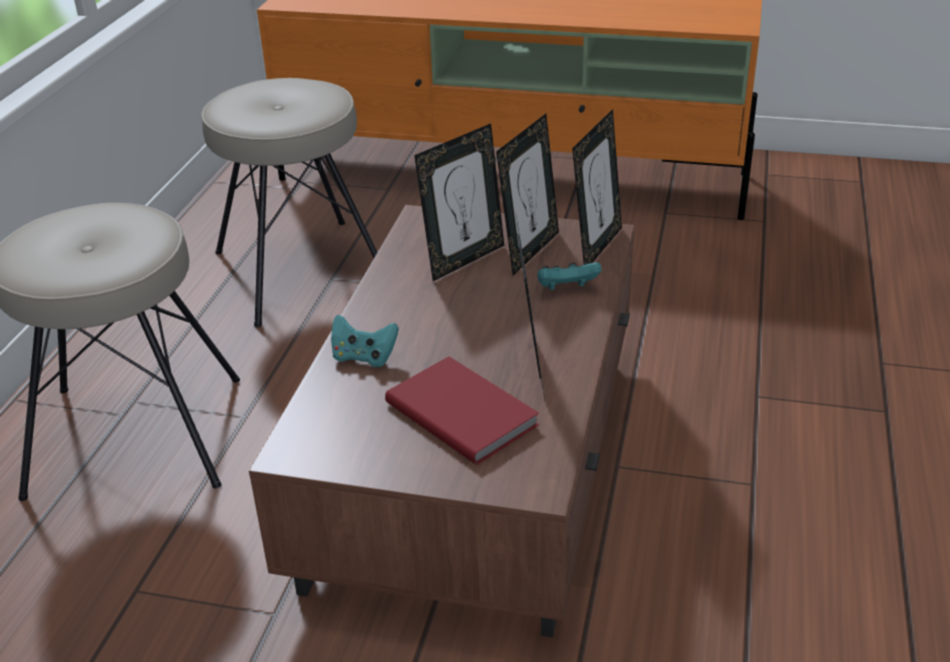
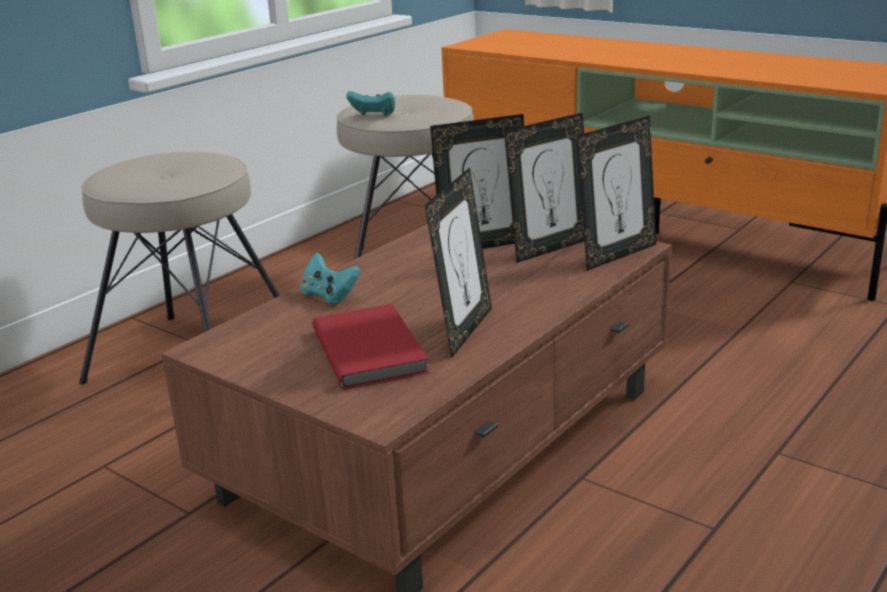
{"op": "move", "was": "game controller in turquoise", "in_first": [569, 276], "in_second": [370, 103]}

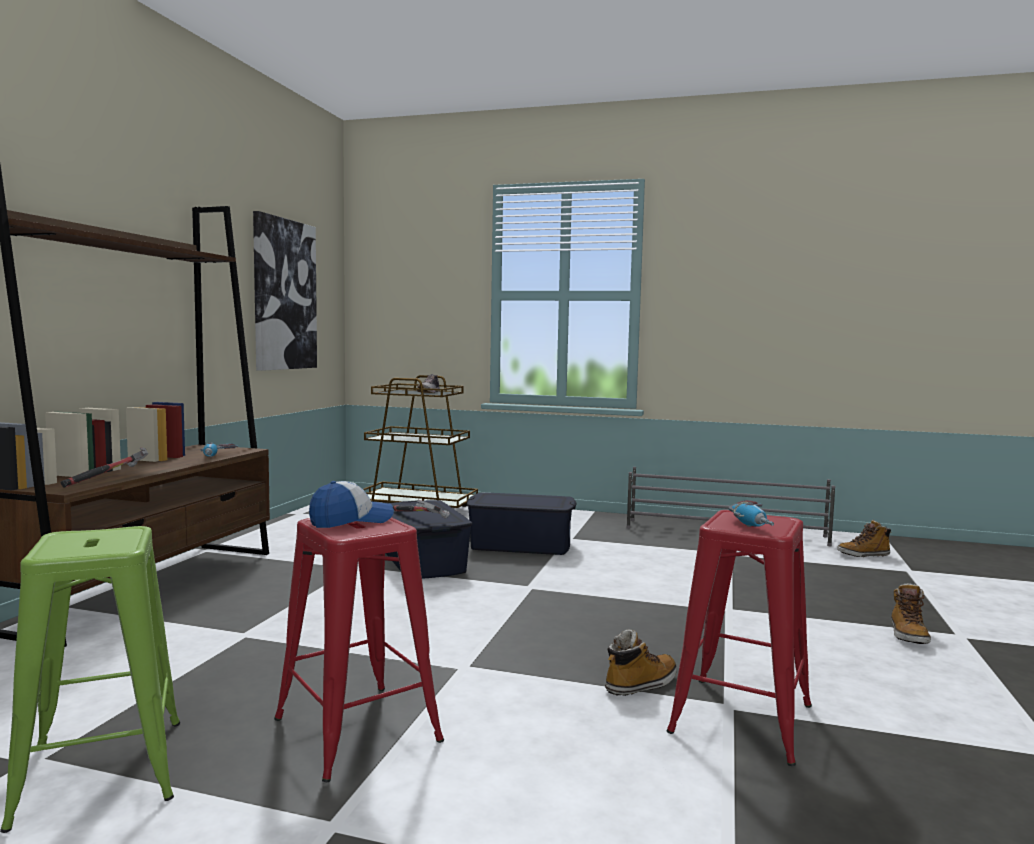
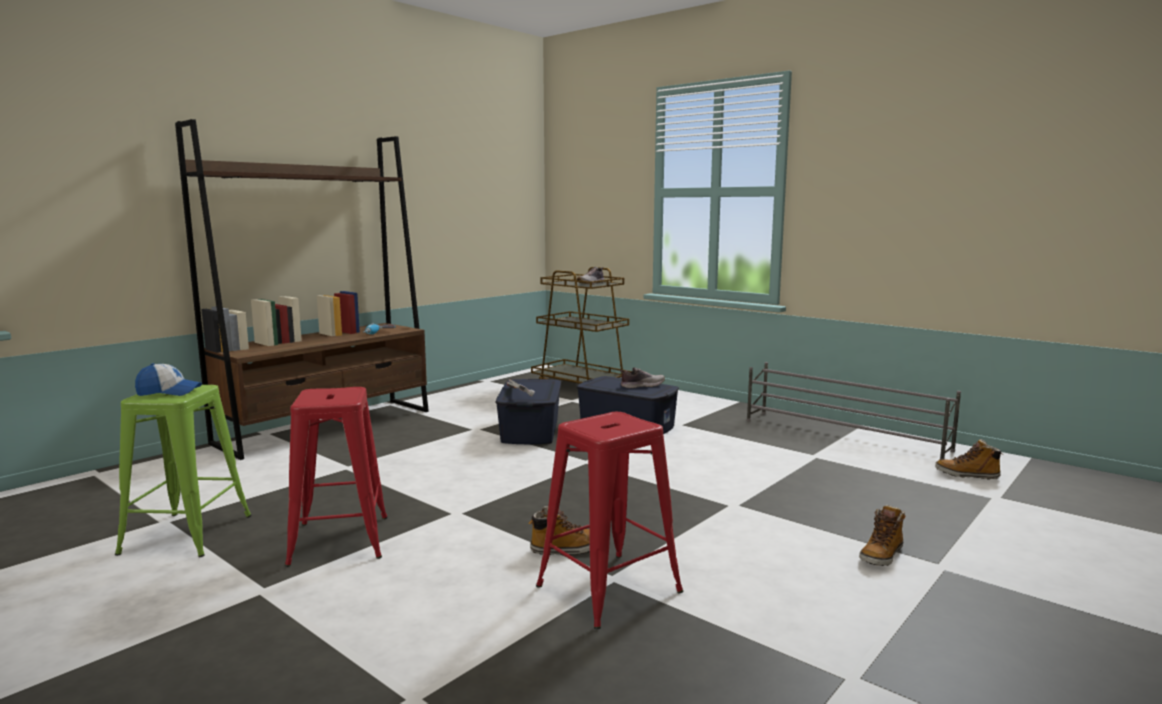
{"op": "delete", "was": "hammer", "in_first": [104, 467]}
{"op": "delete", "was": "picture", "in_first": [285, 291]}
{"op": "delete", "was": "power drill", "in_first": [751, 513]}
{"op": "insert", "now": "shoe", "in_second": [642, 377]}
{"op": "move", "was": "cap", "in_first": [351, 504], "in_second": [168, 379]}

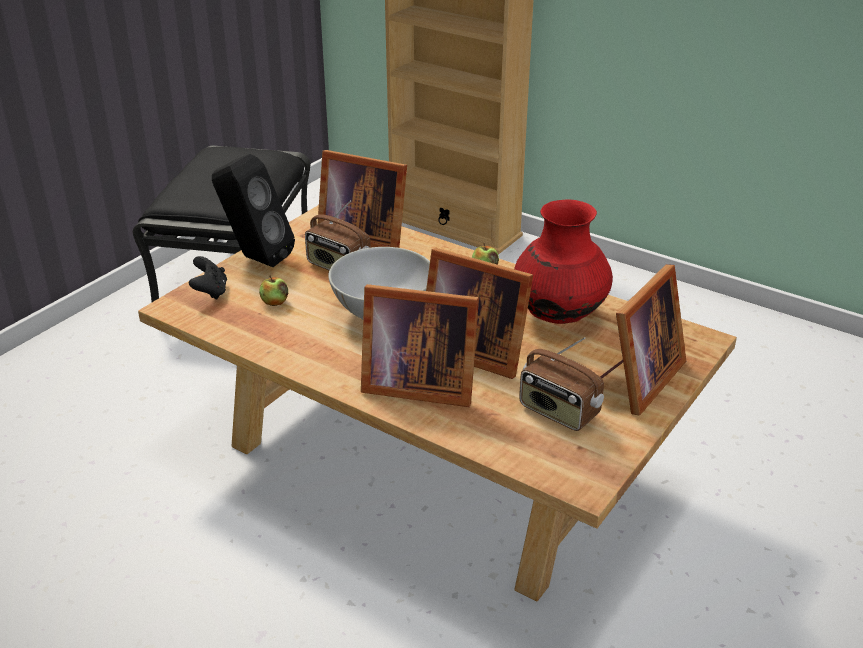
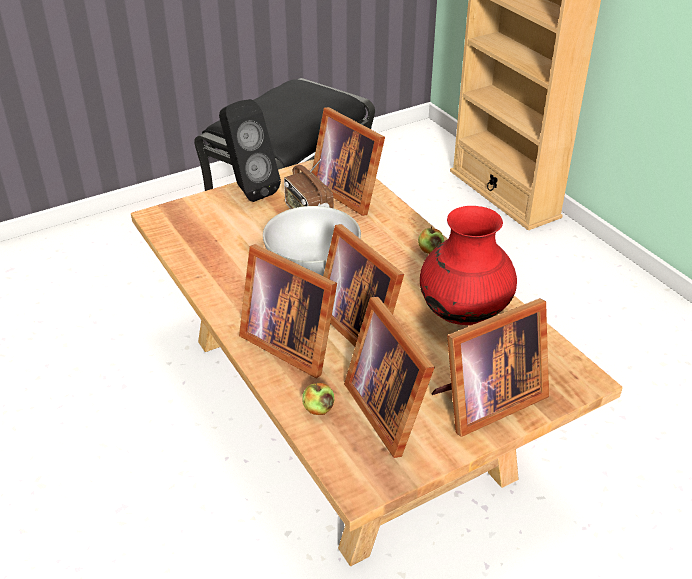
{"op": "delete", "was": "game controller in black", "in_first": [208, 278]}
{"op": "move", "was": "apple", "in_first": [273, 290], "in_second": [318, 399]}
{"op": "replace", "was": "radio", "now": "picture frame", "in_first": [561, 384], "in_second": [389, 377]}

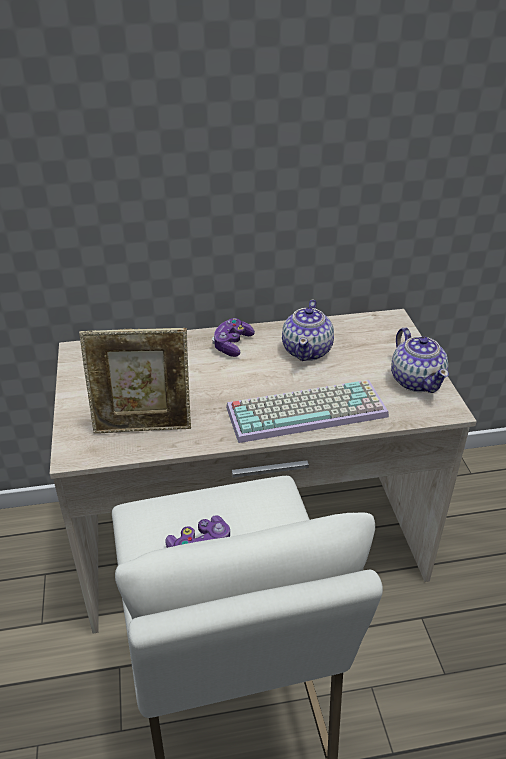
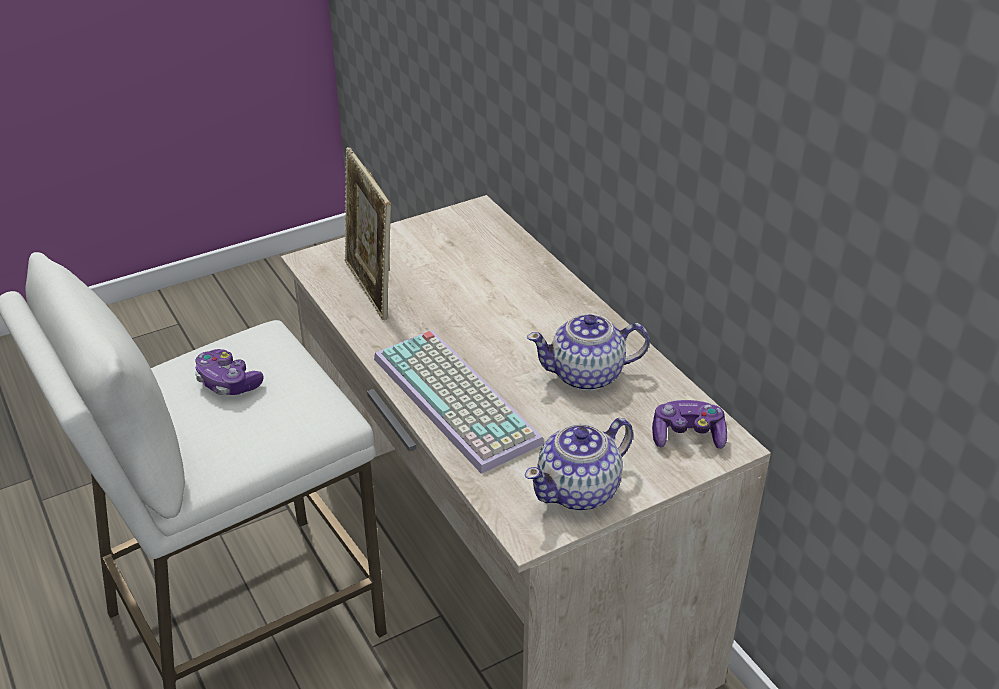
{"op": "move", "was": "game controller", "in_first": [233, 337], "in_second": [689, 424]}

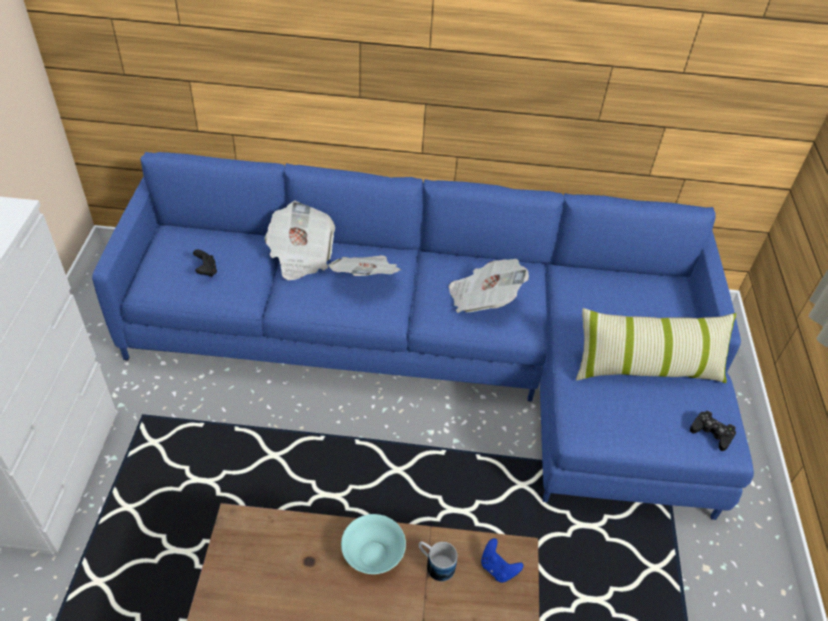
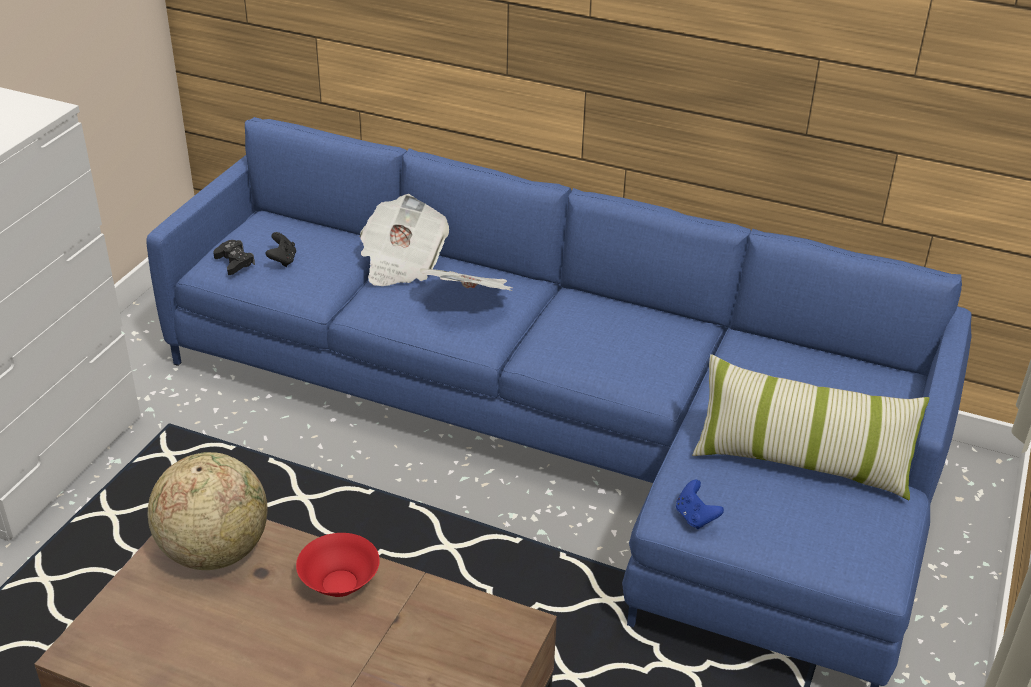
{"op": "delete", "was": "mug", "in_first": [438, 561]}
{"op": "delete", "was": "newspaper", "in_first": [489, 286]}
{"op": "insert", "now": "globe", "in_second": [208, 511]}
{"op": "move", "was": "game controller in blue", "in_first": [502, 560], "in_second": [700, 504]}
{"op": "move", "was": "game controller in black", "in_first": [713, 431], "in_second": [234, 257]}
{"op": "recolor", "was": "bowl in turquoise", "now": "bowl in red", "in_first": [373, 544], "in_second": [338, 565]}

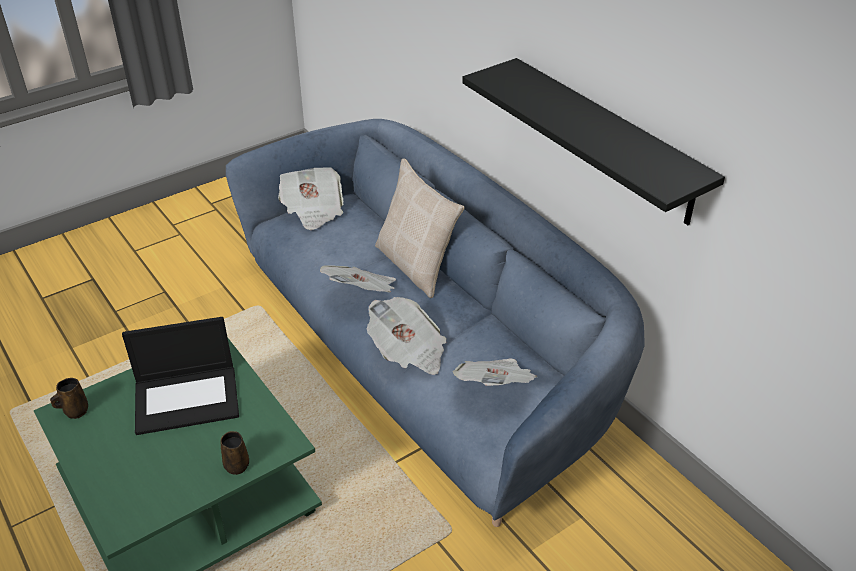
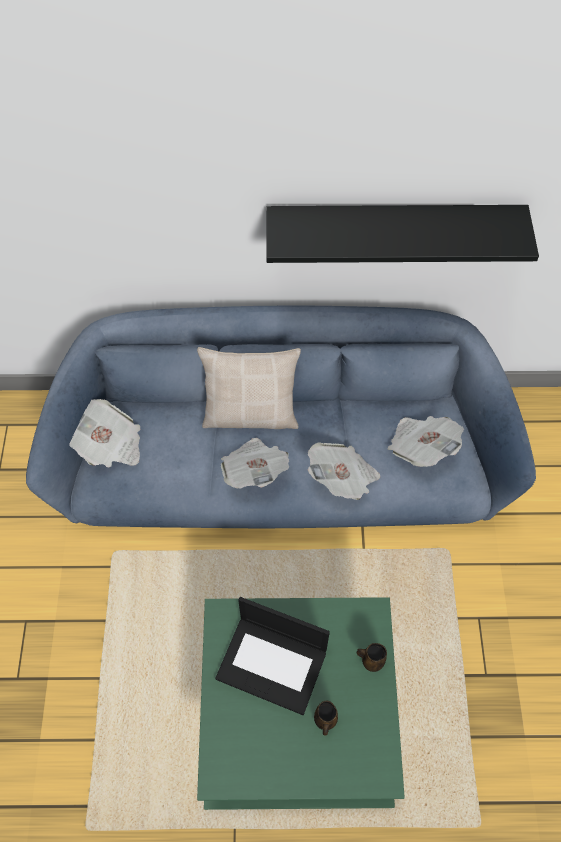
{"op": "move", "was": "mug in brown", "in_first": [69, 398], "in_second": [326, 718]}
{"op": "rotate", "was": "laptop", "in_first": [180, 376], "in_second": [272, 656], "clockwise": 90}

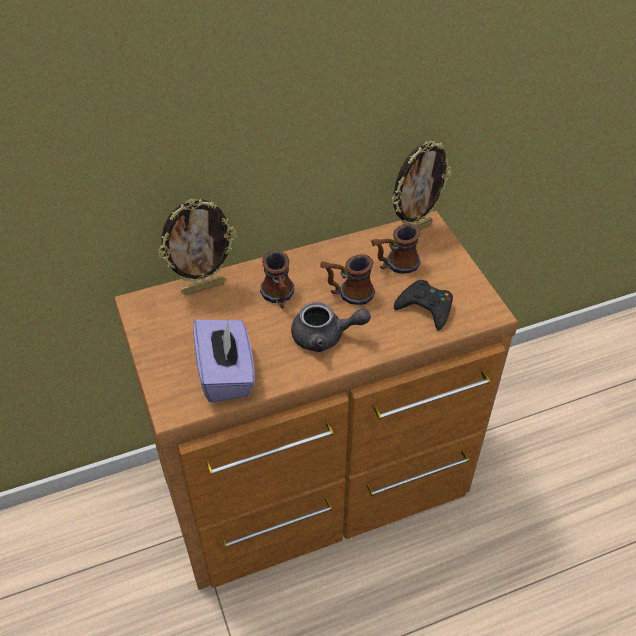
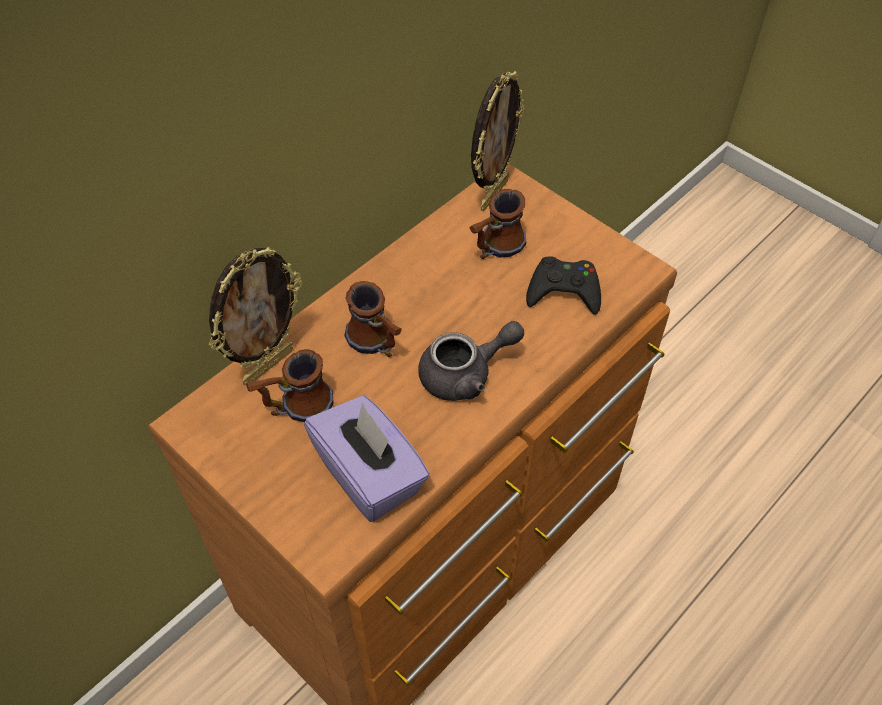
{"op": "move", "was": "mug", "in_first": [347, 279], "in_second": [290, 385]}

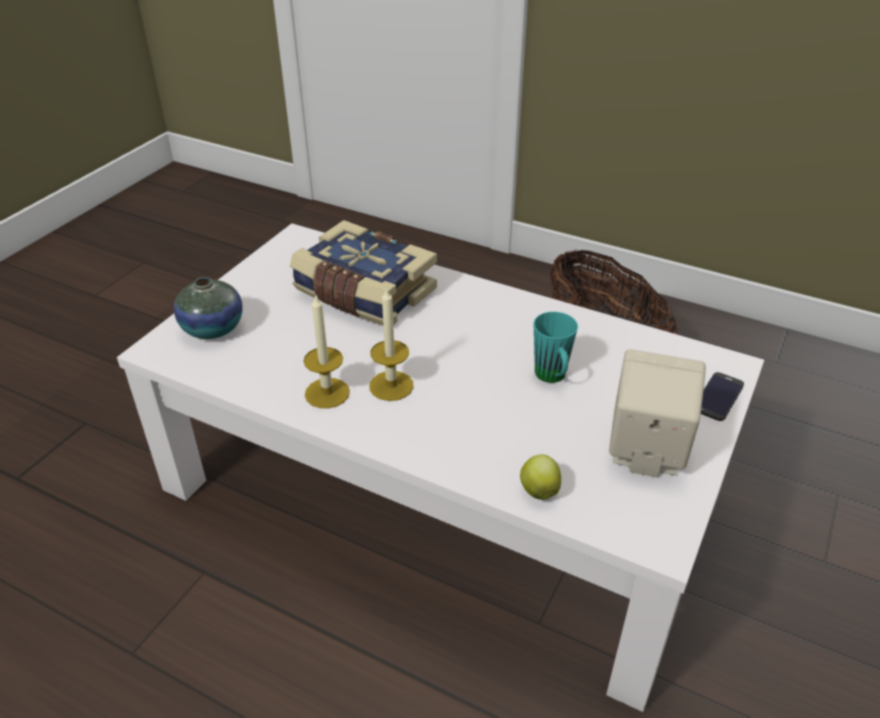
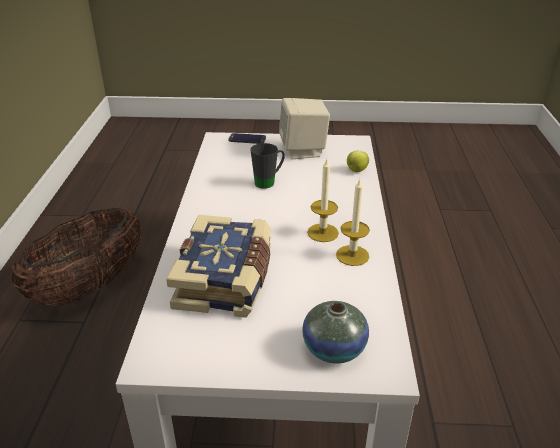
{"op": "recolor", "was": "mug in turquoise", "now": "mug in black", "in_first": [556, 347], "in_second": [267, 166]}

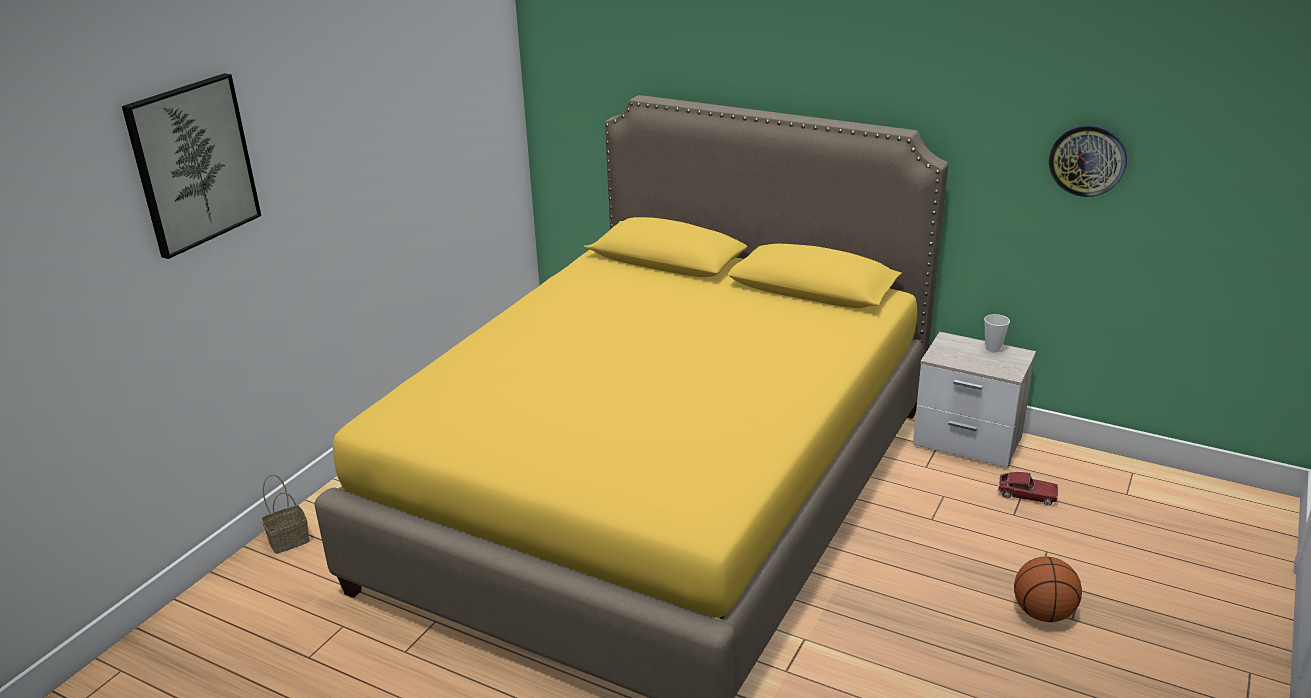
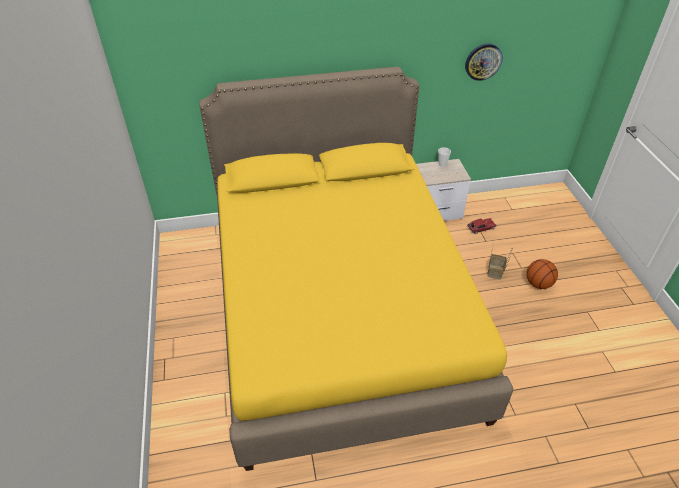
{"op": "delete", "was": "picture", "in_first": [191, 166]}
{"op": "move", "was": "basket", "in_first": [285, 514], "in_second": [500, 261]}

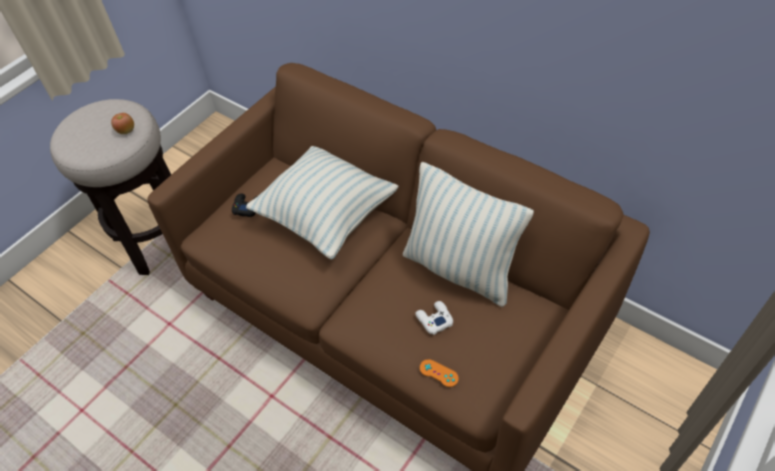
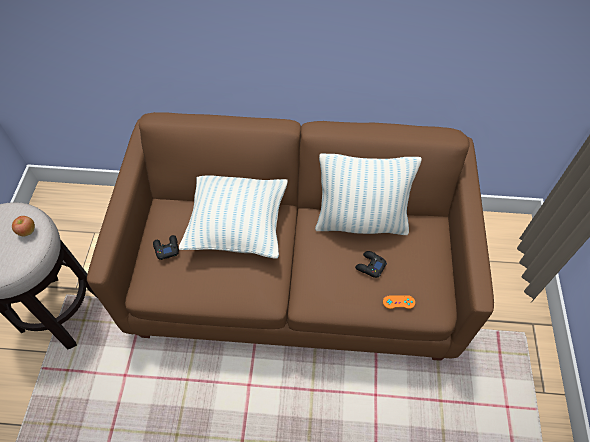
{"op": "recolor", "was": "game controller in white", "now": "game controller in black", "in_first": [434, 318], "in_second": [371, 264]}

